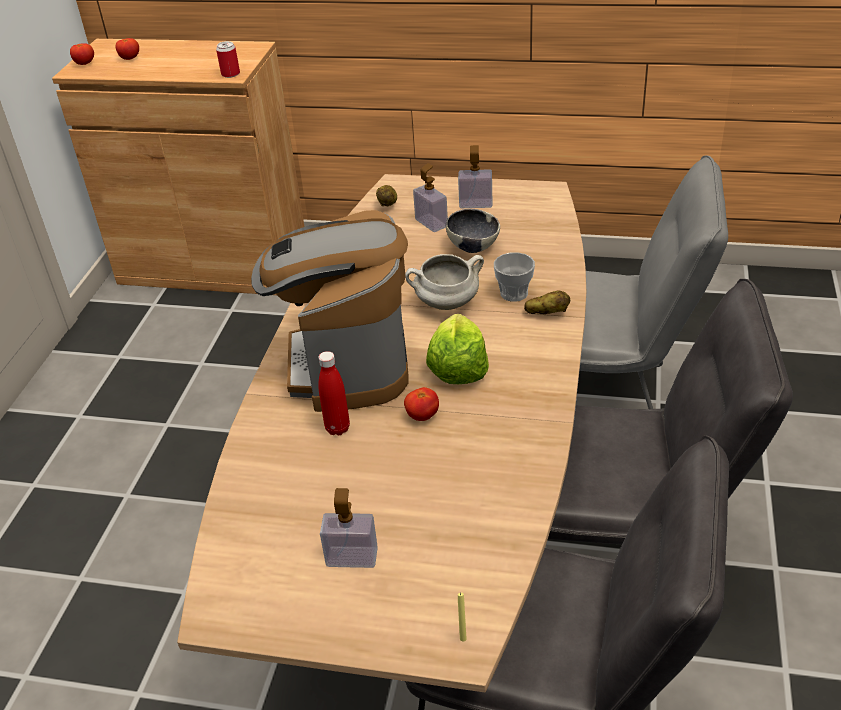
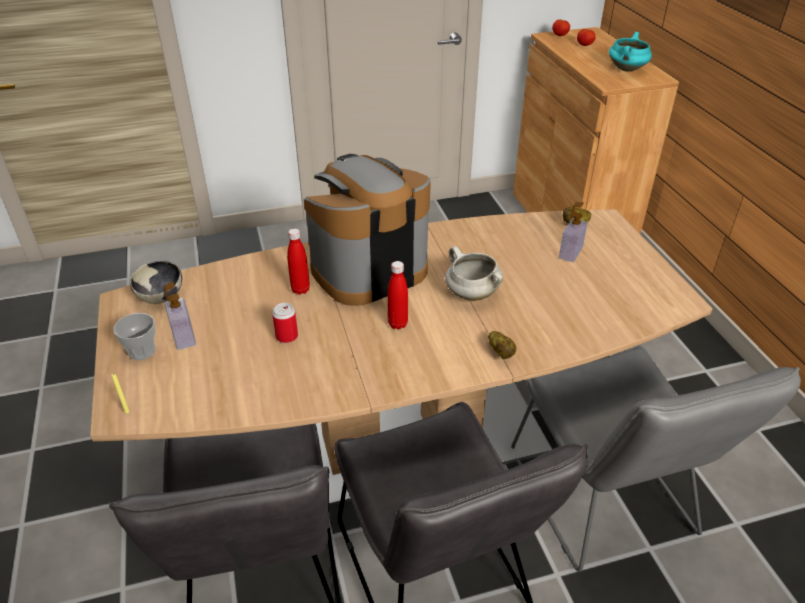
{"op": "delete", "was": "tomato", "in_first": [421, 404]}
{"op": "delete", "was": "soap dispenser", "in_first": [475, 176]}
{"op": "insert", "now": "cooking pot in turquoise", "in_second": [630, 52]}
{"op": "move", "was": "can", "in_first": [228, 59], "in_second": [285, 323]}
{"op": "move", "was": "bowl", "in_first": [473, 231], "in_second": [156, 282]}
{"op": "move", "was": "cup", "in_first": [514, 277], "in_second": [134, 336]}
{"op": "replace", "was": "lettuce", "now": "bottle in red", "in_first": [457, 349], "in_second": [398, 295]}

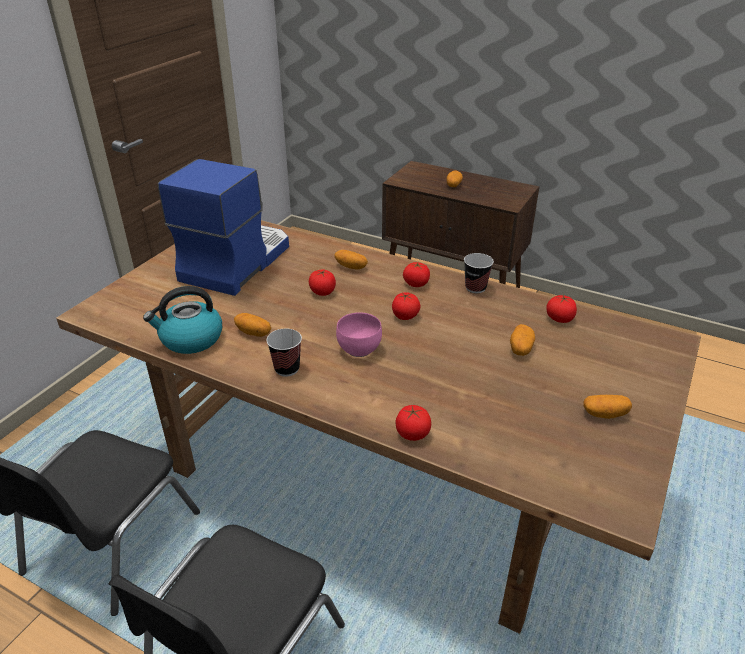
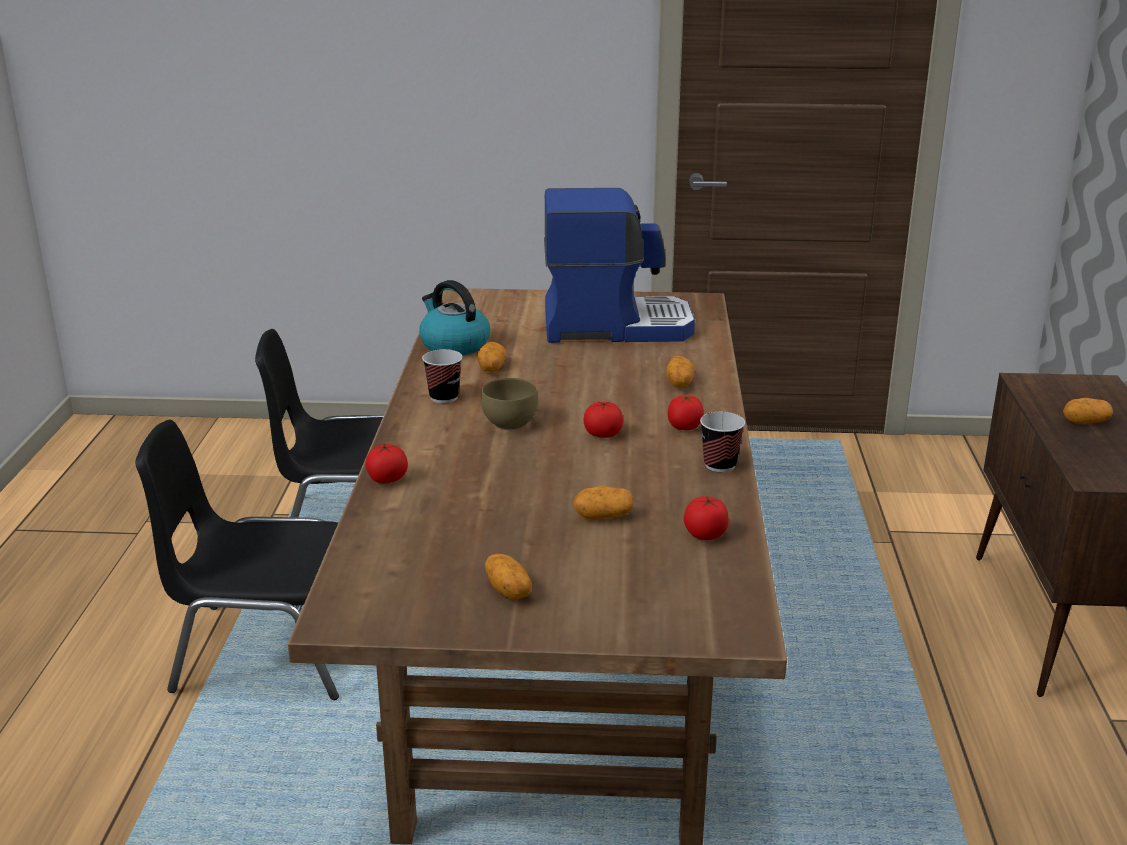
{"op": "delete", "was": "tomato", "in_first": [322, 282]}
{"op": "recolor", "was": "bowl in pink", "now": "bowl in brown", "in_first": [359, 334], "in_second": [509, 404]}

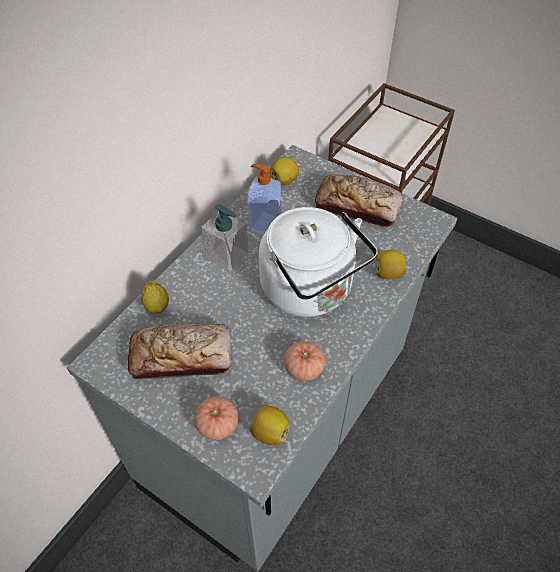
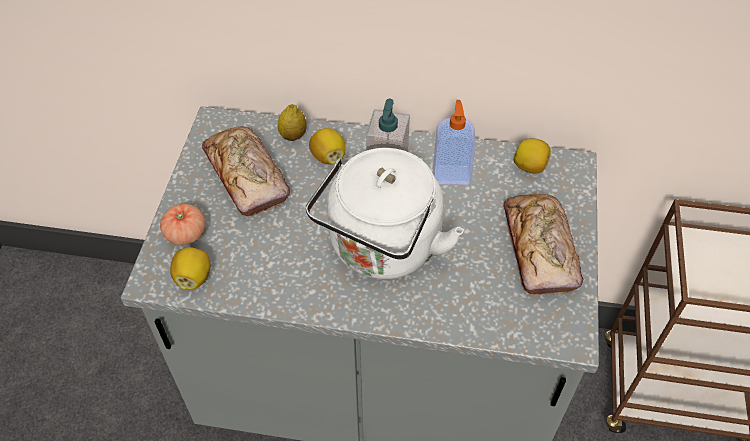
{"op": "delete", "was": "tomato", "in_first": [304, 361]}
{"op": "move", "was": "lemon", "in_first": [391, 264], "in_second": [327, 146]}

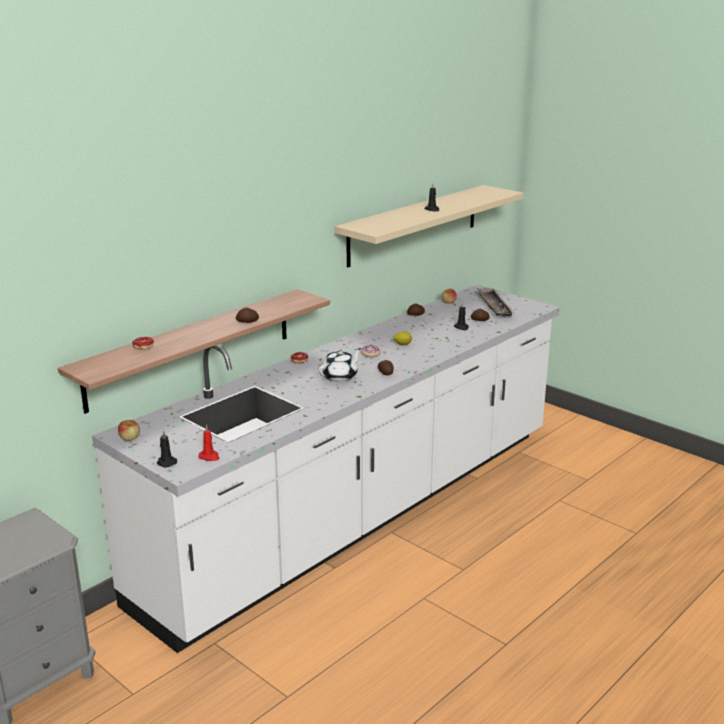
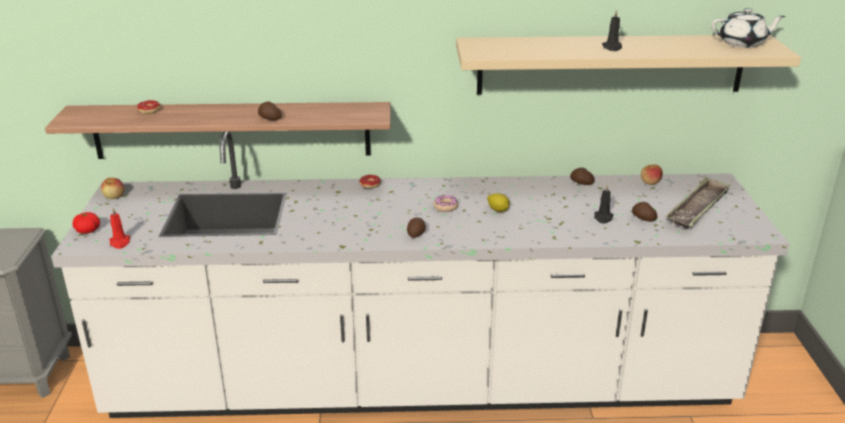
{"op": "move", "was": "teapot in white", "in_first": [340, 365], "in_second": [748, 28]}
{"op": "replace", "was": "candle in black", "now": "tomato", "in_first": [167, 448], "in_second": [86, 223]}

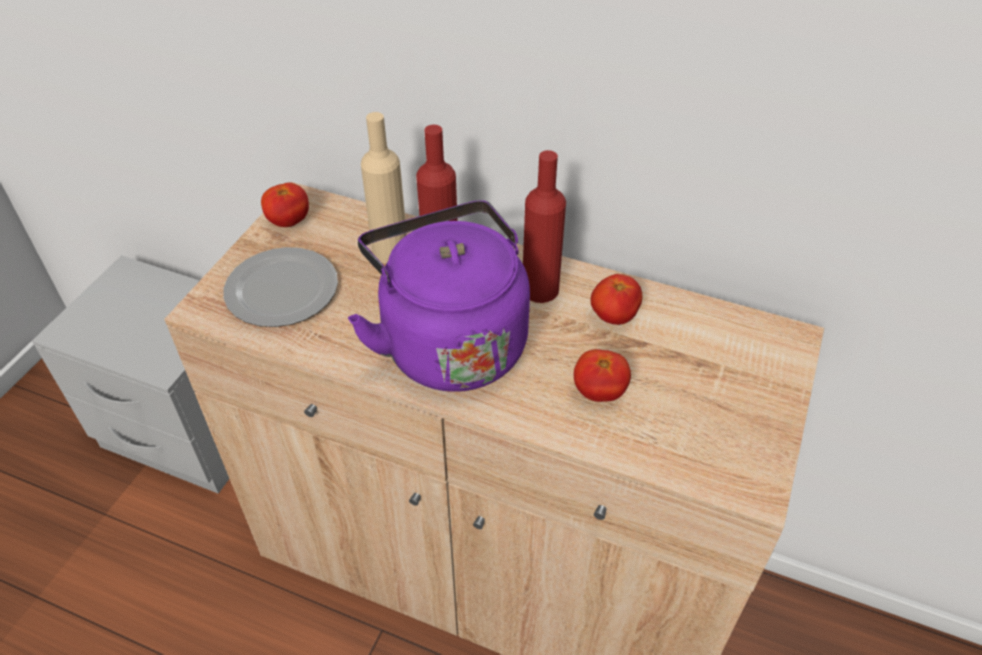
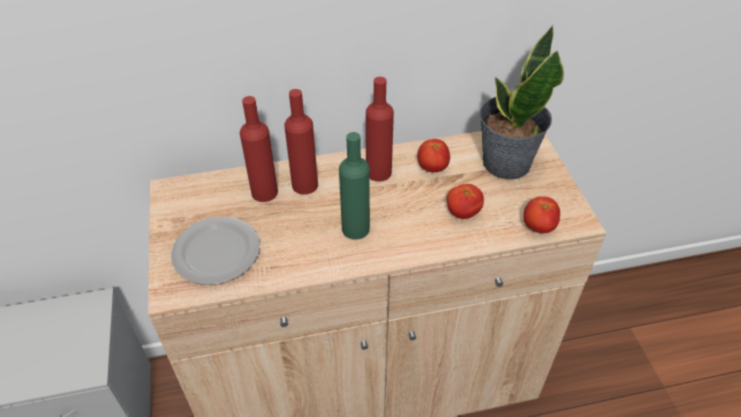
{"op": "insert", "now": "potted plant", "in_second": [521, 102]}
{"op": "move", "was": "tomato", "in_first": [285, 205], "in_second": [542, 214]}
{"op": "replace", "was": "kettle in purple", "now": "bottle in green", "in_first": [439, 296], "in_second": [354, 186]}
{"op": "recolor", "was": "bottle in beige", "now": "bottle in red", "in_first": [384, 187], "in_second": [259, 149]}

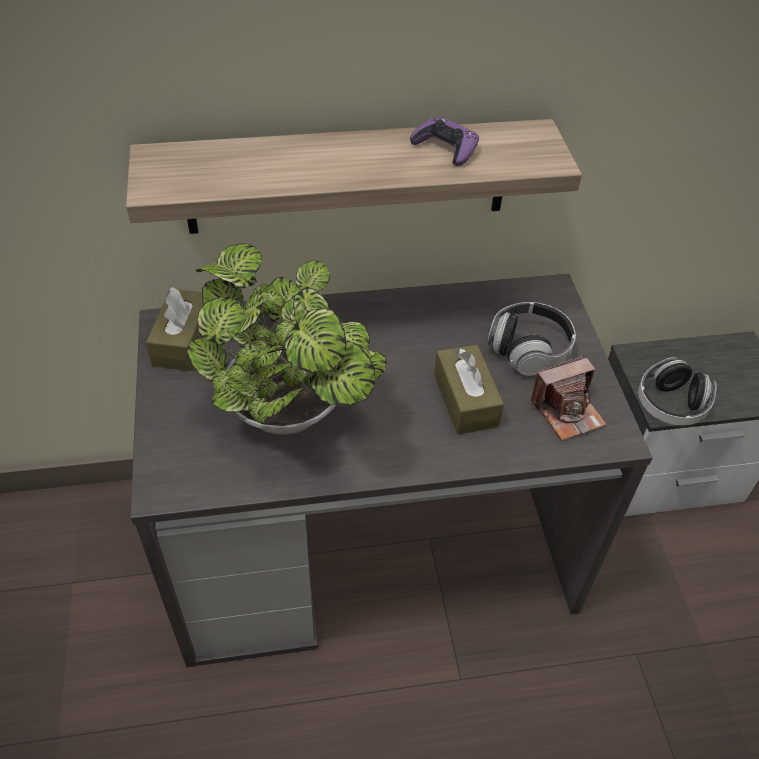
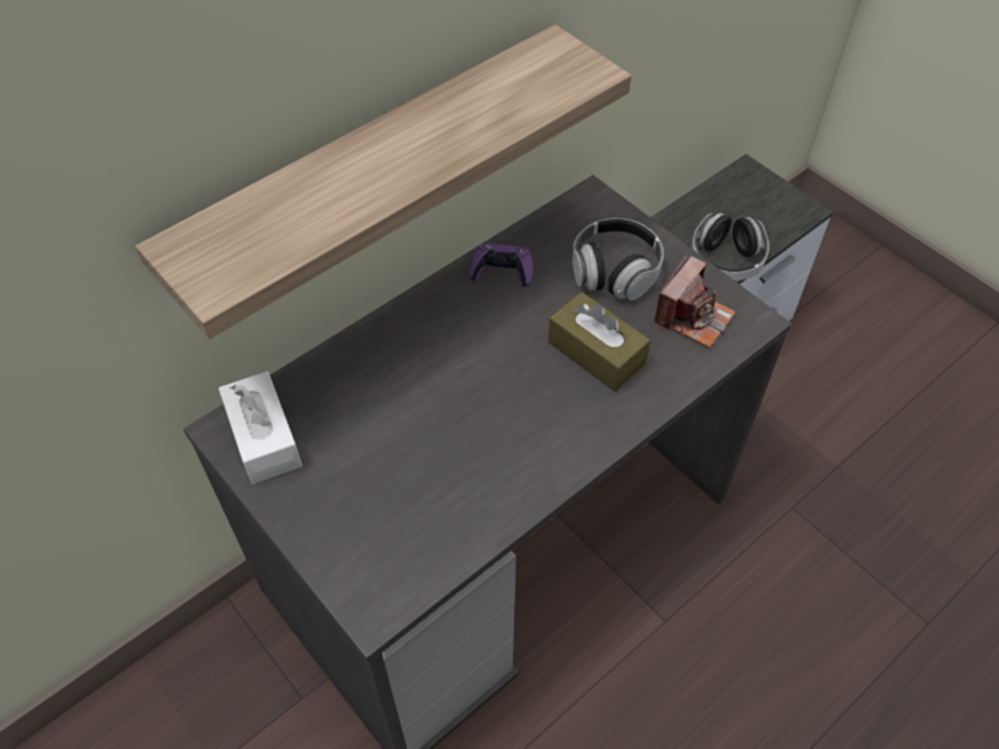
{"op": "delete", "was": "potted plant", "in_first": [287, 339]}
{"op": "move", "was": "game controller in purple", "in_first": [444, 141], "in_second": [500, 265]}
{"op": "recolor", "was": "tissue box in brown", "now": "tissue box in white", "in_first": [175, 329], "in_second": [260, 427]}

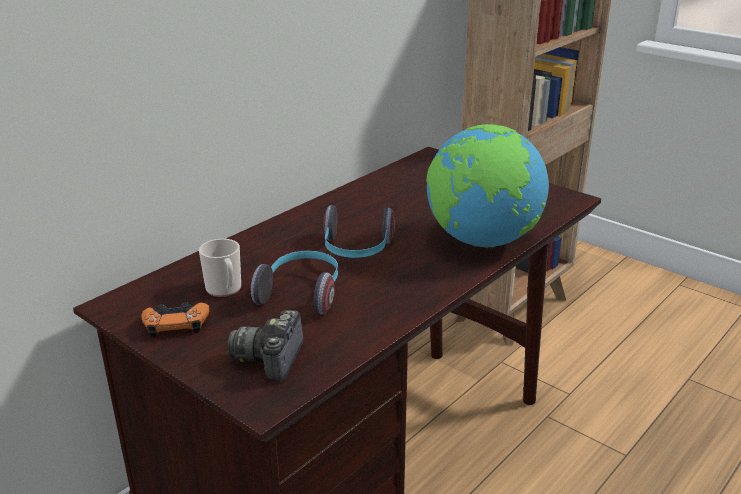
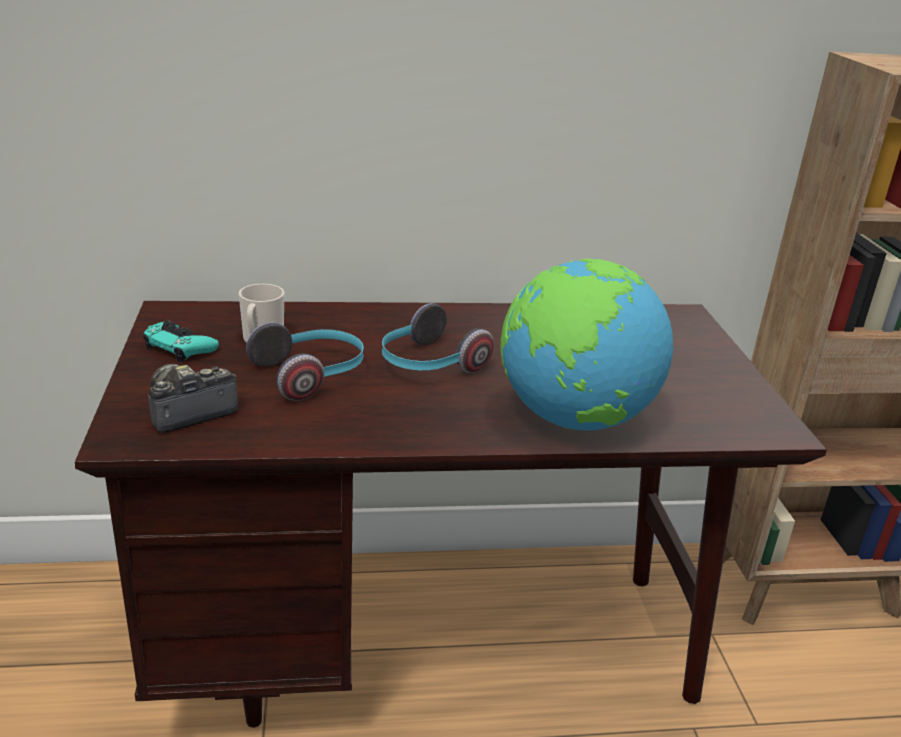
{"op": "recolor", "was": "game controller in orange", "now": "game controller in turquoise", "in_first": [175, 320], "in_second": [181, 341]}

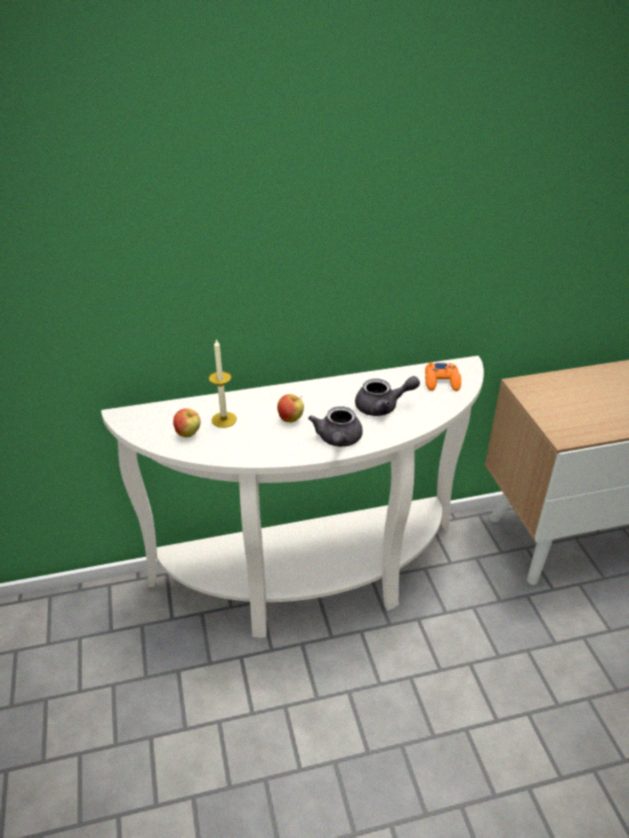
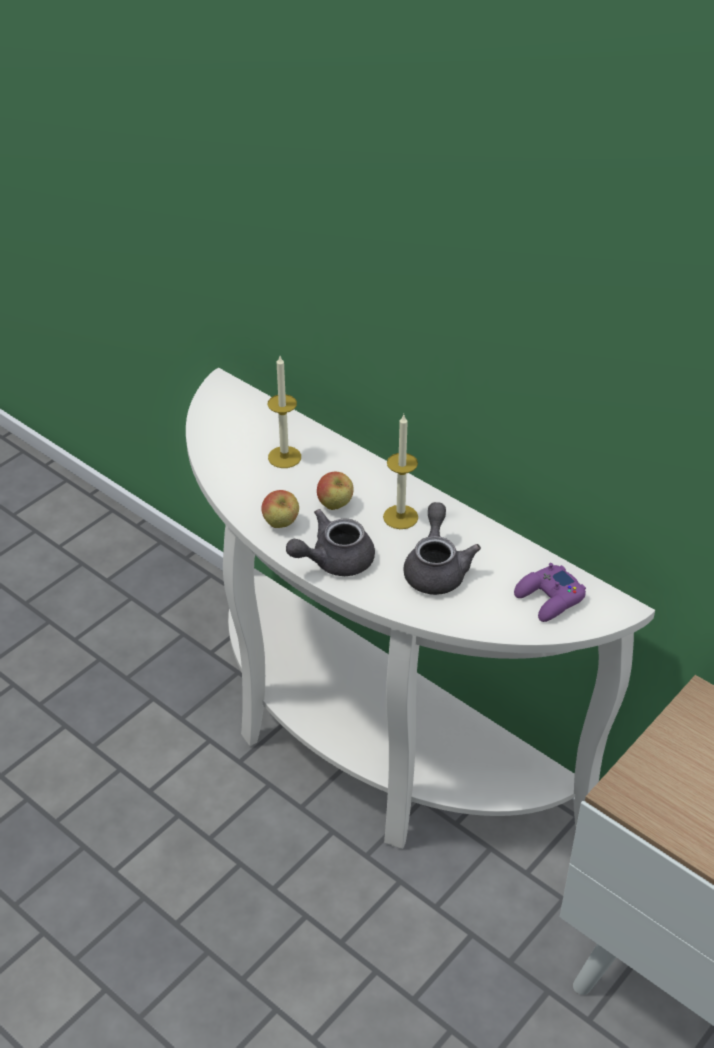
{"op": "insert", "now": "candle", "in_second": [400, 472]}
{"op": "move", "was": "apple", "in_first": [187, 423], "in_second": [280, 509]}
{"op": "recolor", "was": "game controller in orange", "now": "game controller in purple", "in_first": [443, 376], "in_second": [550, 592]}
{"op": "rotate", "was": "teapot in grey", "in_first": [387, 396], "in_second": [442, 548], "clockwise": -135}

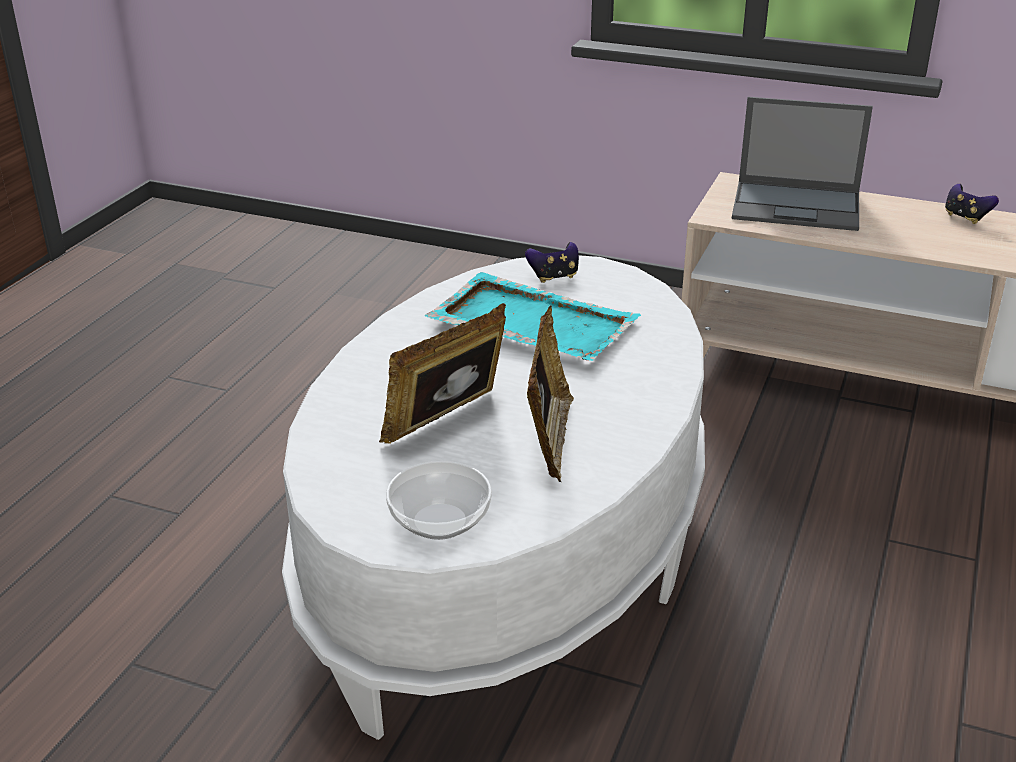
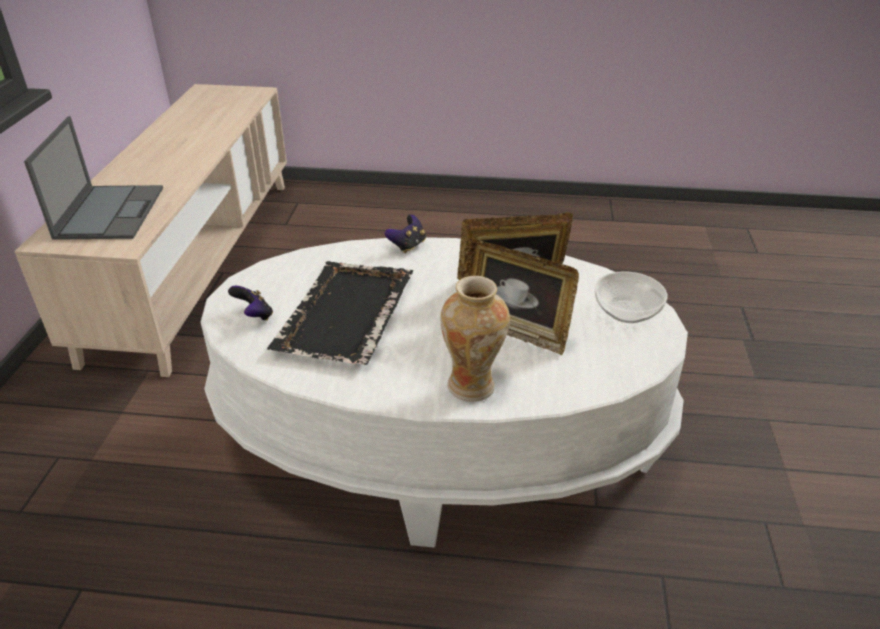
{"op": "insert", "now": "vase", "in_second": [475, 339]}
{"op": "move", "was": "game controller", "in_first": [972, 204], "in_second": [405, 234]}
{"op": "recolor", "was": "tray in turquoise", "now": "tray in black", "in_first": [533, 316], "in_second": [340, 313]}

